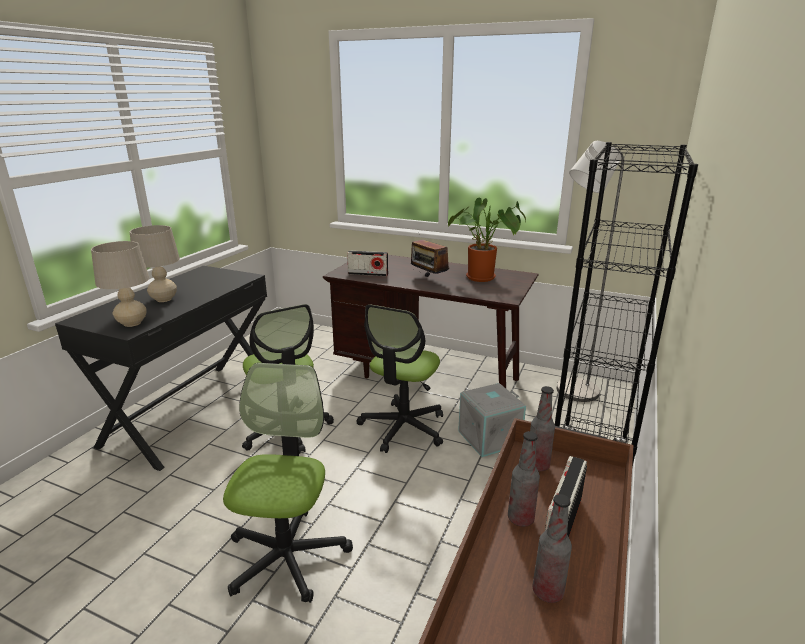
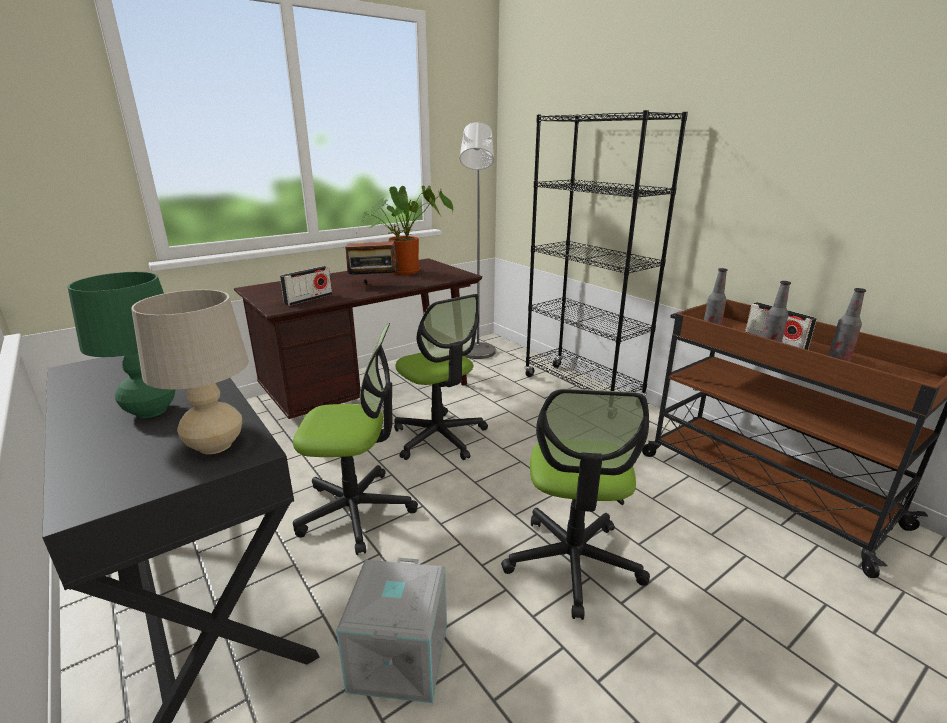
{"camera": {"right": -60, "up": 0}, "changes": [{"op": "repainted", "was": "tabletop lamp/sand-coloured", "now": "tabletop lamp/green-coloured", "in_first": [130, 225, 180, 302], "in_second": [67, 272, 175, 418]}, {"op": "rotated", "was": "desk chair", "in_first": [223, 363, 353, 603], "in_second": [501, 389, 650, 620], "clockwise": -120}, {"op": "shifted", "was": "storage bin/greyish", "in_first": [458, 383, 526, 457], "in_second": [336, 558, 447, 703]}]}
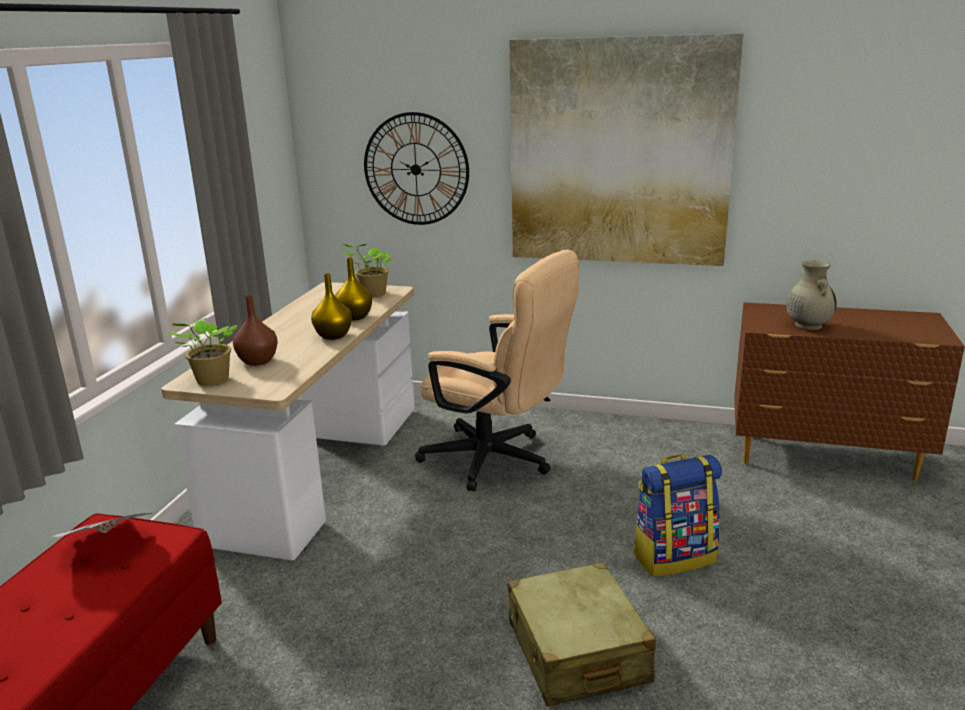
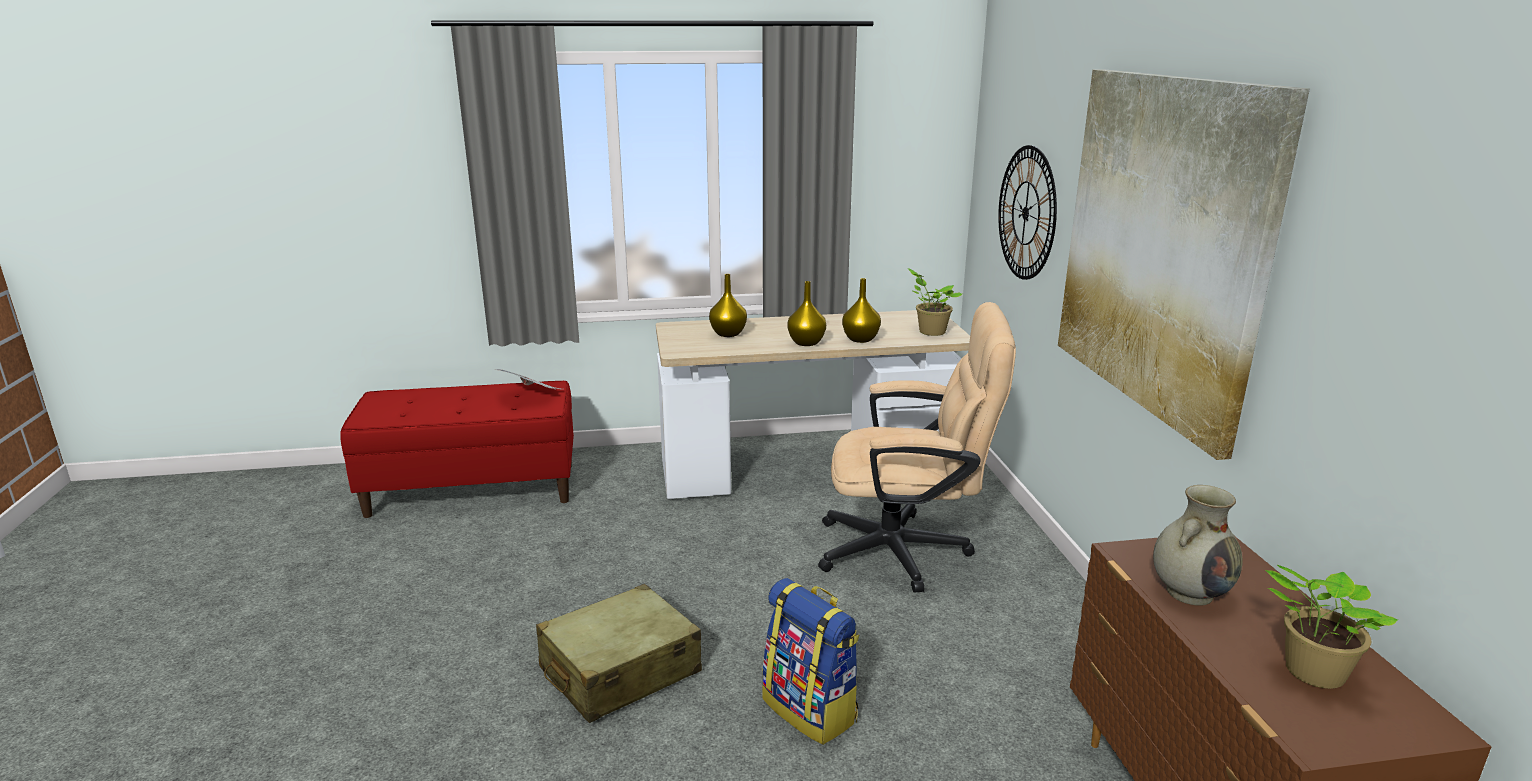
{"camera": {"right": 65, "up": 0}, "changes": [{"op": "rotated", "was": "desk chair/sand-coloured", "in_first": [415, 250, 579, 491], "in_second": [818, 302, 1016, 593], "clockwise": -90}, {"op": "repainted", "was": "vase/brown", "now": "vase/yellow-coloured", "in_first": [233, 294, 278, 366], "in_second": [709, 274, 747, 337]}, {"op": "shifted", "was": "houseplant", "in_first": [167, 318, 237, 386], "in_second": [1265, 565, 1398, 689]}]}
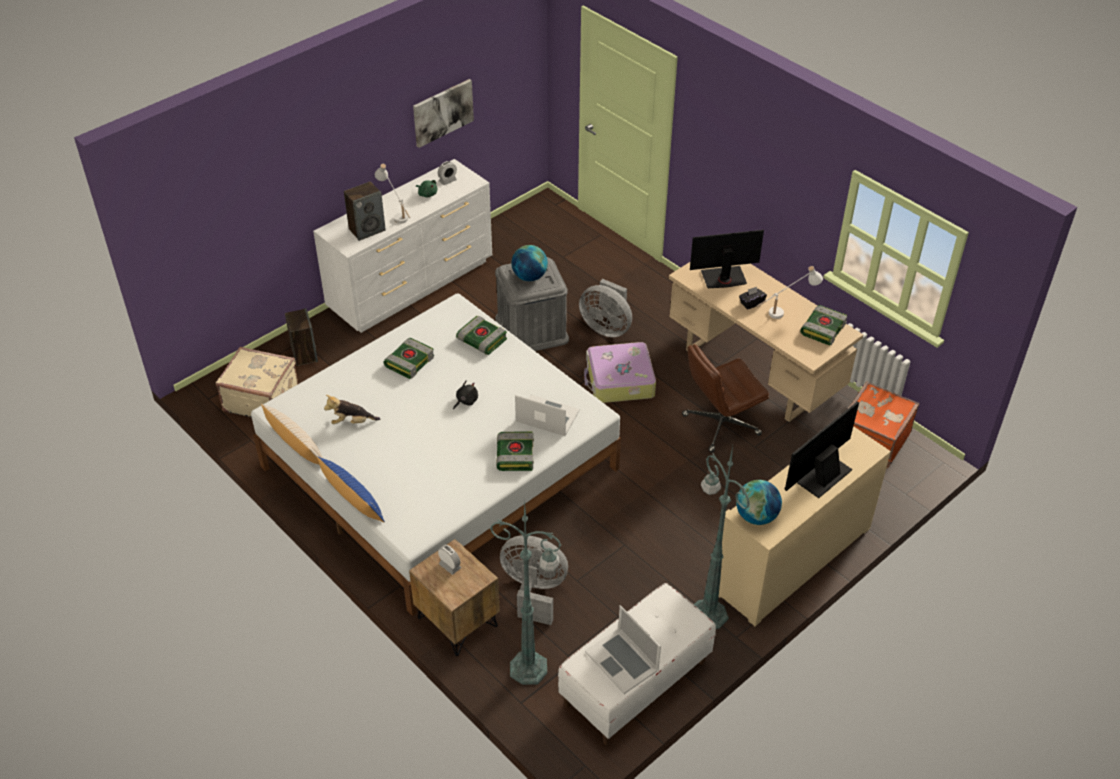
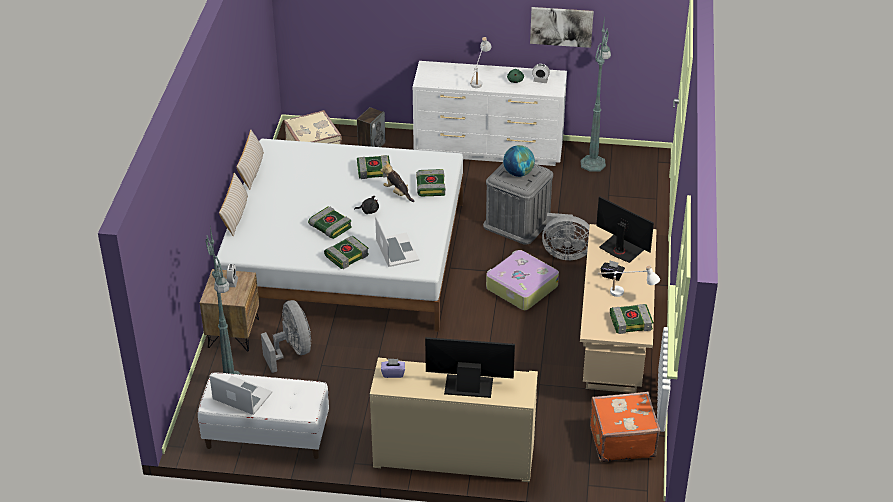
{"camera": {"right": 50, "up": -5}, "changes": [{"op": "gone", "was": "speaker", "in_first": [344, 181, 386, 241]}, {"op": "rotated", "was": "cooling fan/greyish", "in_first": [579, 279, 632, 337], "in_second": [542, 213, 590, 260], "clockwise": -75}, {"op": "gone", "was": "desk chair/brown", "in_first": [682, 344, 769, 453]}, {"op": "shifted", "was": "soft toy", "in_first": [324, 395, 380, 424], "in_second": [381, 161, 415, 202]}, {"op": "shifted", "was": "standing lamp/green-coloured", "in_first": [694, 446, 750, 629], "in_second": [581, 15, 611, 172]}, {"op": "repainted", "was": "pillow/blue-coloured", "now": "pillow/sand-coloured", "in_first": [317, 456, 385, 523], "in_second": [219, 173, 248, 236]}, {"op": "swapped", "was": "desk globe", "now": "tissue box/purple-coloured", "in_first": [736, 480, 782, 525], "in_second": [381, 359, 405, 378]}, {"op": "rotated", "was": "notebook computer", "in_first": [585, 605, 661, 694], "in_second": [209, 375, 272, 415], "clockwise": 105}, {"op": "new", "now": "book", "in_second": [308, 206, 352, 239]}]}
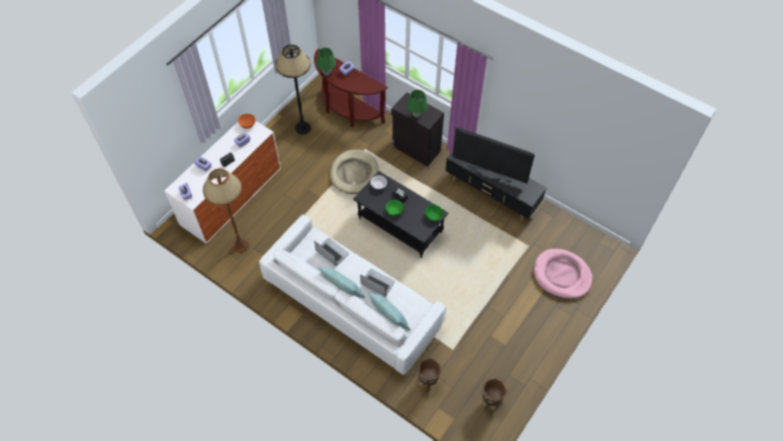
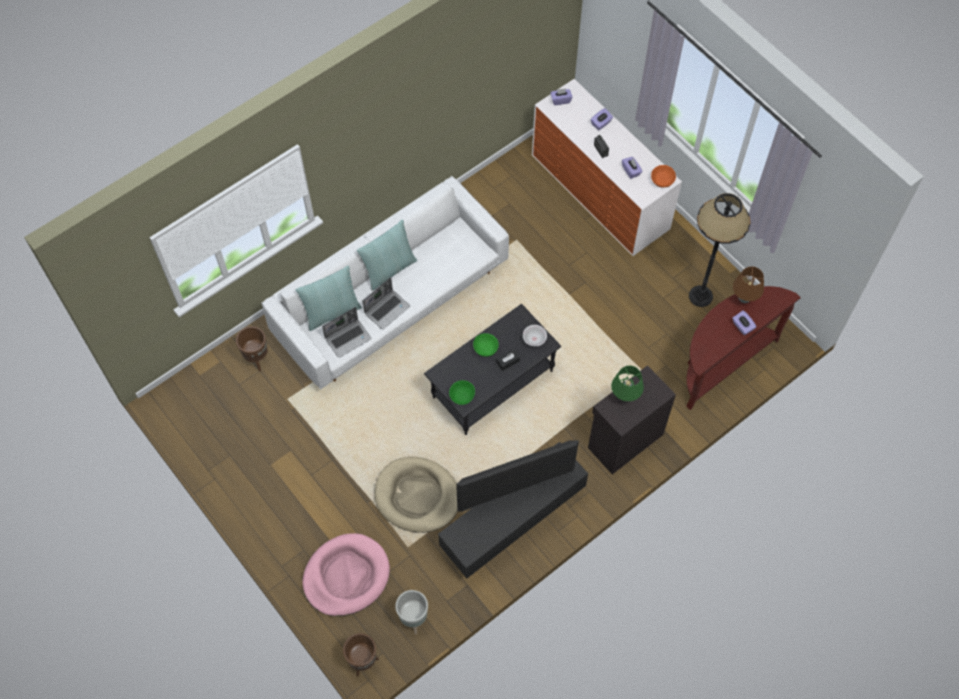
{"camera": {"right": 105, "up": 5}, "changes": [{"op": "repainted", "was": "tabletop lamp/green-coloured", "now": "tabletop lamp/brown", "in_first": [316, 48, 336, 76], "in_second": [733, 266, 764, 303]}, {"op": "rotated", "was": "TV set", "in_first": [452, 127, 535, 183], "in_second": [456, 440, 579, 512], "clockwise": -150}, {"op": "shifted", "was": "dog bed/sand-coloured", "in_first": [330, 150, 379, 194], "in_second": [375, 457, 458, 533]}, {"op": "gone", "was": "standing lamp/brown", "in_first": [203, 169, 249, 253]}, {"op": "shifted", "was": "notebook computer", "in_first": [314, 238, 349, 266], "in_second": [322, 307, 372, 358]}, {"op": "shifted", "was": "flower pot/brown", "in_first": [482, 378, 506, 410], "in_second": [343, 633, 379, 676]}, {"op": "new", "now": "flower pot/greyish", "in_second": [395, 590, 428, 634]}]}
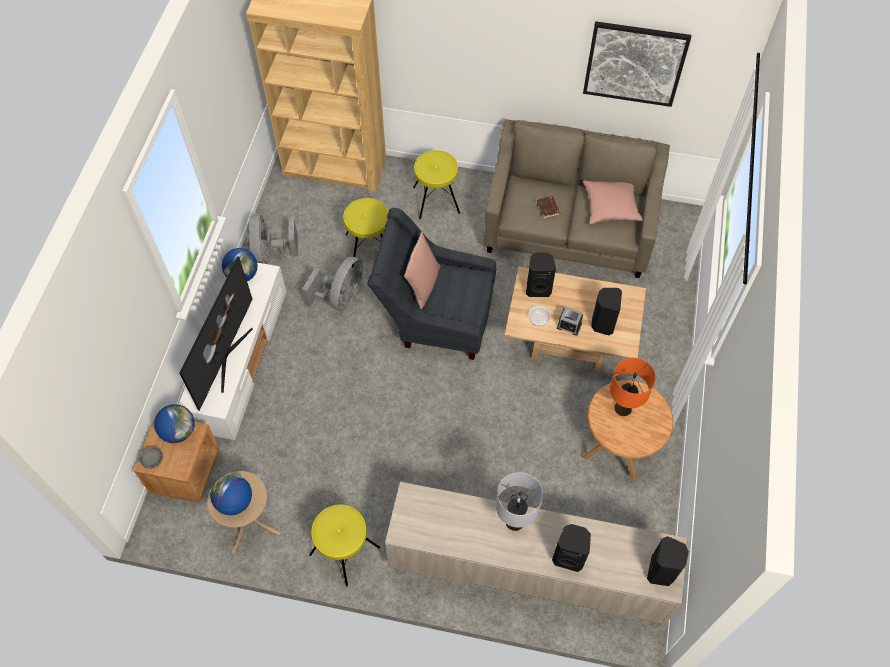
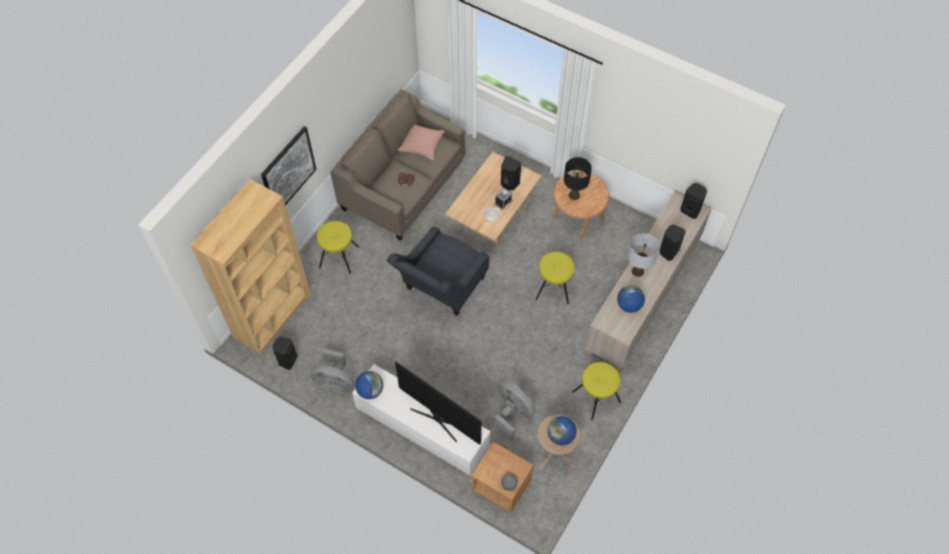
{"camera": {"right": -70, "up": 0}, "changes": [{"op": "shifted", "was": "wall picture", "in_first": [583, 21, 691, 107], "in_second": [261, 126, 316, 205]}, {"op": "shifted", "was": "sitting stool/yellow-coloured", "in_first": [343, 198, 388, 267], "in_second": [535, 252, 574, 304]}, {"op": "gone", "was": "pillow/pinkish", "in_first": [404, 232, 440, 309]}, {"op": "shifted", "was": "speaker/black-coloured", "in_first": [526, 252, 556, 297], "in_second": [272, 337, 298, 370]}, {"op": "shifted", "was": "cooling fan/greyish", "in_first": [302, 257, 363, 311], "in_second": [495, 381, 536, 441]}, {"op": "repainted", "was": "tabletop lamp/orange", "now": "tabletop lamp/black-coloured", "in_first": [610, 358, 656, 416], "in_second": [564, 157, 592, 200]}, {"op": "shifted", "was": "desk globe", "in_first": [154, 404, 195, 443], "in_second": [617, 285, 645, 313]}]}
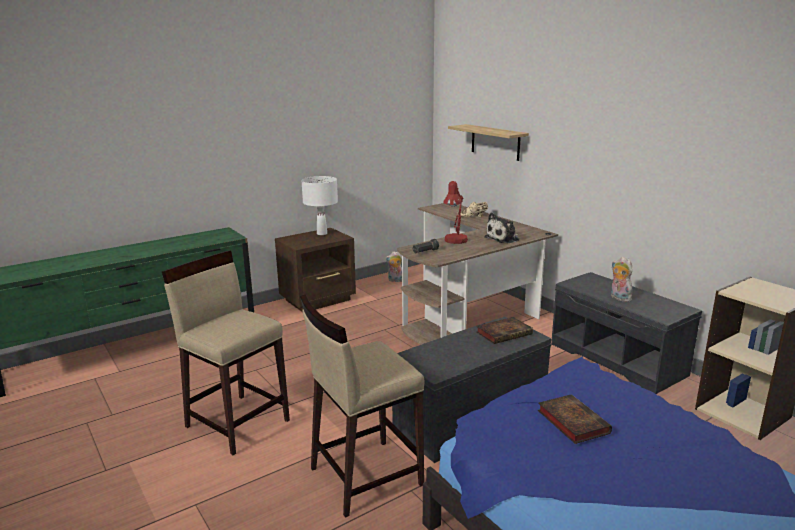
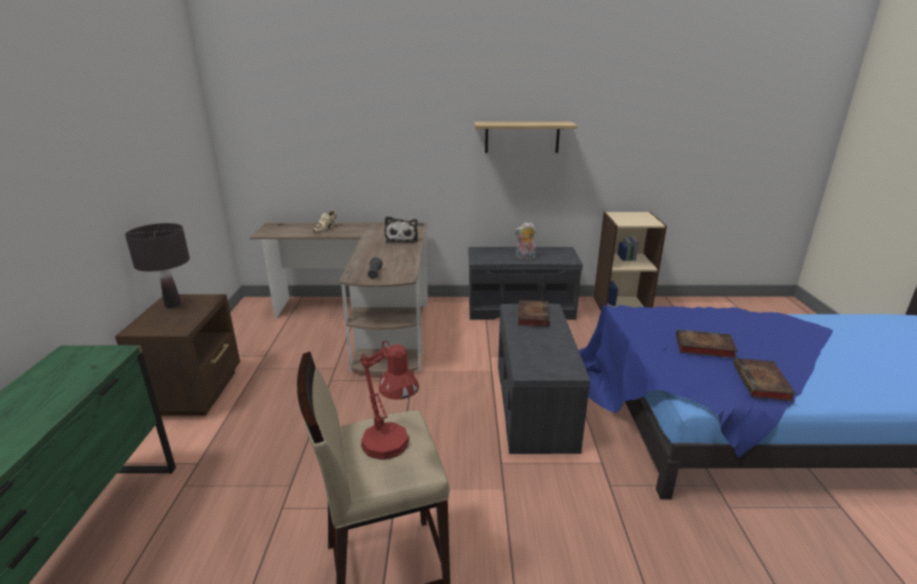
{"camera": {"right": -55, "up": 5}, "changes": [{"op": "shifted", "was": "shelf", "in_first": [448, 124, 529, 161], "in_second": [474, 122, 577, 153]}, {"op": "repainted", "was": "tabletop lamp/white", "now": "tabletop lamp/black-coloured", "in_first": [301, 176, 338, 235], "in_second": [125, 223, 190, 308]}, {"op": "shifted", "was": "tabletop lamp/reddish", "in_first": [443, 181, 468, 244], "in_second": [360, 341, 419, 460]}, {"op": "gone", "was": "soft toy", "in_first": [385, 251, 402, 282]}, {"op": "gone", "was": "sitting stool/sand-coloured", "in_first": [300, 295, 425, 518]}, {"op": "new", "now": "book", "in_second": [734, 358, 796, 401]}]}
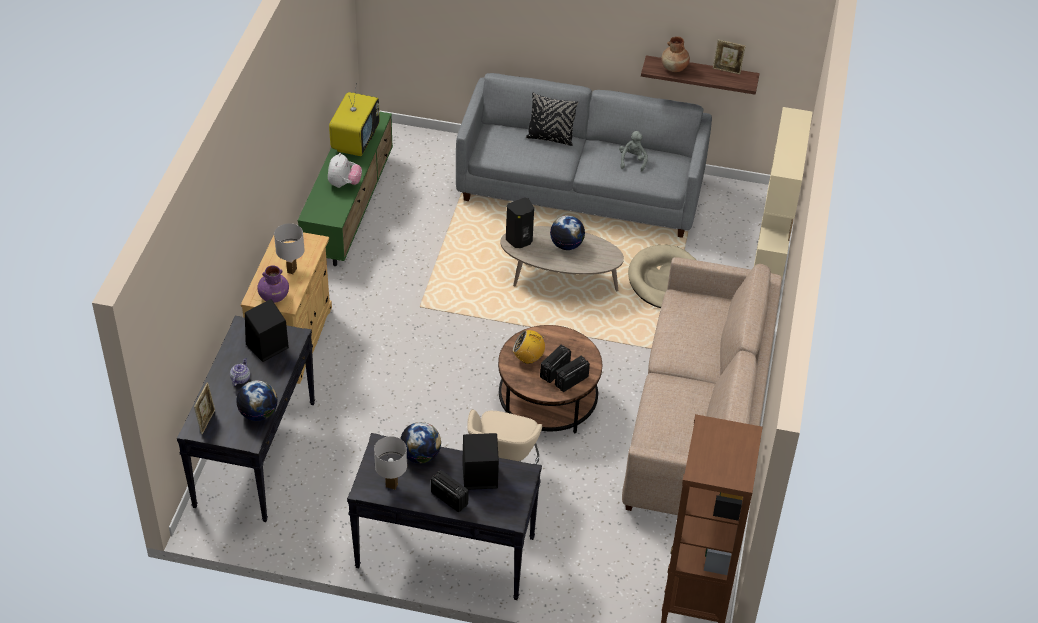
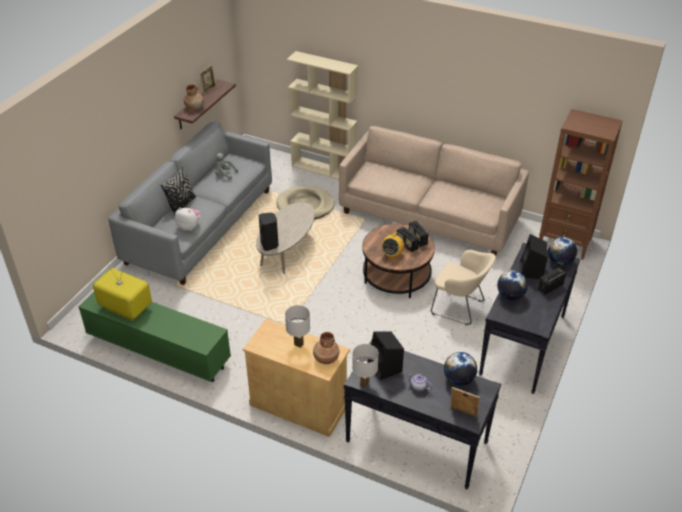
{"camera": {"right": -75, "up": -5}, "changes": [{"op": "shifted", "was": "soft toy", "in_first": [328, 153, 362, 188], "in_second": [175, 207, 201, 231]}, {"op": "shifted", "was": "desk globe", "in_first": [550, 215, 585, 250], "in_second": [548, 237, 577, 265]}, {"op": "repainted", "was": "vase/purple-coloured", "now": "vase/brown", "in_first": [257, 265, 289, 303], "in_second": [313, 332, 339, 364]}, {"op": "shifted", "was": "tabletop lamp/white", "in_first": [374, 436, 407, 490], "in_second": [352, 344, 379, 388]}]}
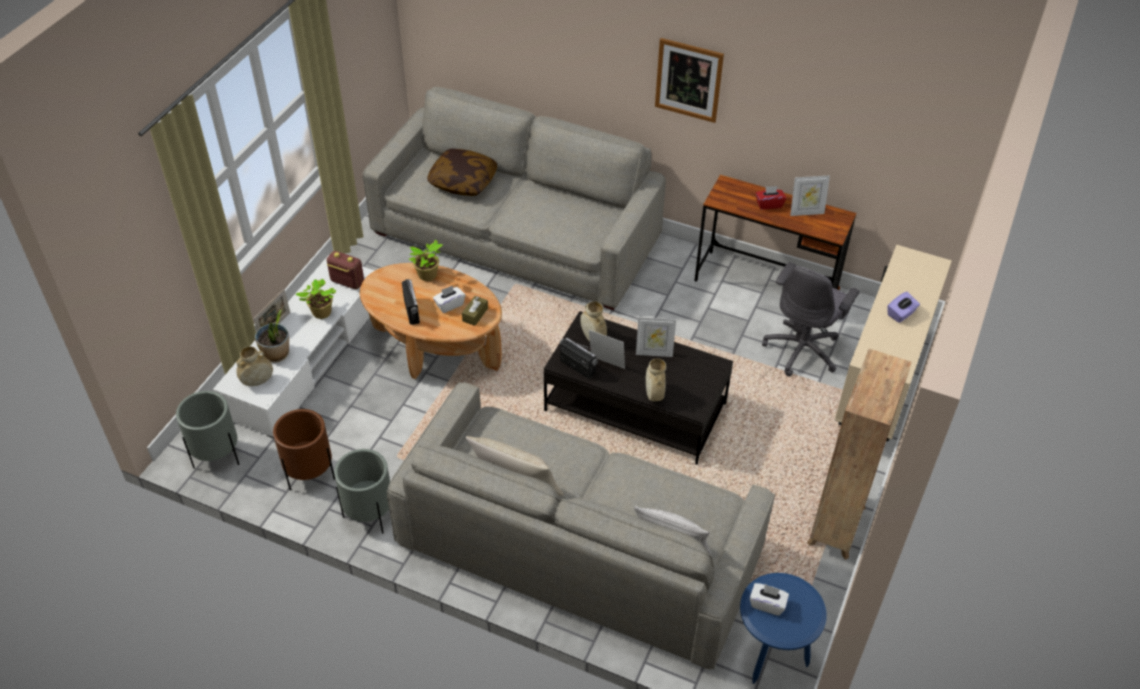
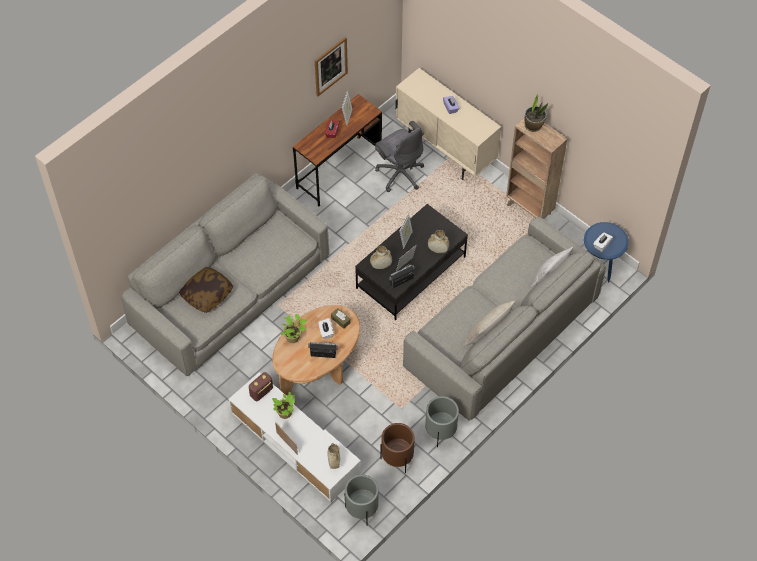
{"camera": {"right": -70, "up": 10}, "changes": [{"op": "shifted", "was": "wall picture", "in_first": [655, 38, 724, 123], "in_second": [315, 37, 348, 96]}, {"op": "shifted", "was": "houseplant", "in_first": [255, 310, 289, 363], "in_second": [524, 93, 548, 132]}]}
